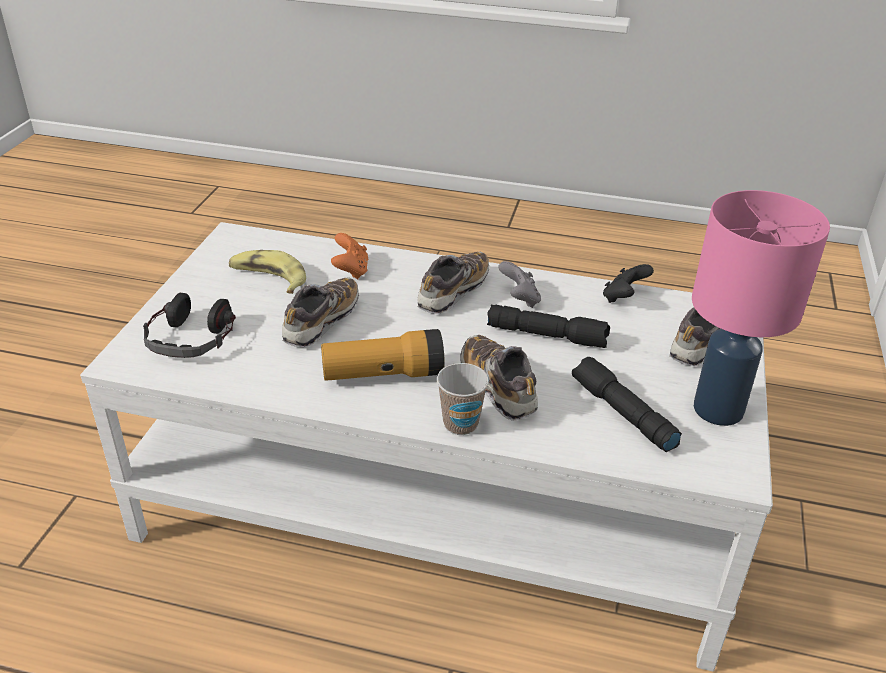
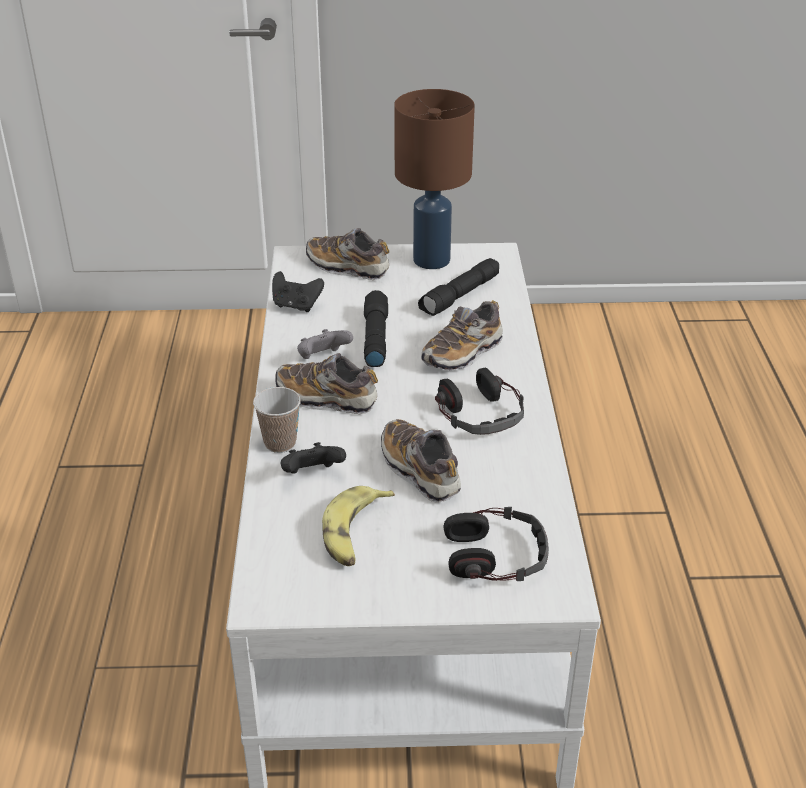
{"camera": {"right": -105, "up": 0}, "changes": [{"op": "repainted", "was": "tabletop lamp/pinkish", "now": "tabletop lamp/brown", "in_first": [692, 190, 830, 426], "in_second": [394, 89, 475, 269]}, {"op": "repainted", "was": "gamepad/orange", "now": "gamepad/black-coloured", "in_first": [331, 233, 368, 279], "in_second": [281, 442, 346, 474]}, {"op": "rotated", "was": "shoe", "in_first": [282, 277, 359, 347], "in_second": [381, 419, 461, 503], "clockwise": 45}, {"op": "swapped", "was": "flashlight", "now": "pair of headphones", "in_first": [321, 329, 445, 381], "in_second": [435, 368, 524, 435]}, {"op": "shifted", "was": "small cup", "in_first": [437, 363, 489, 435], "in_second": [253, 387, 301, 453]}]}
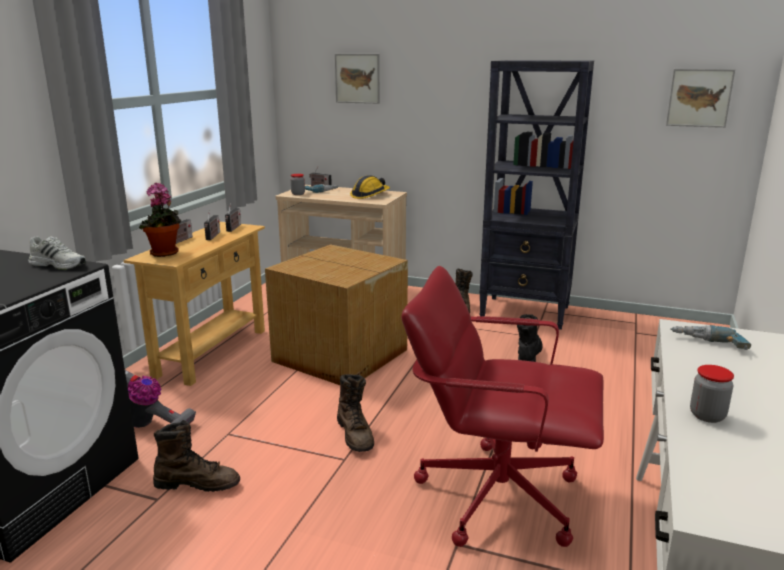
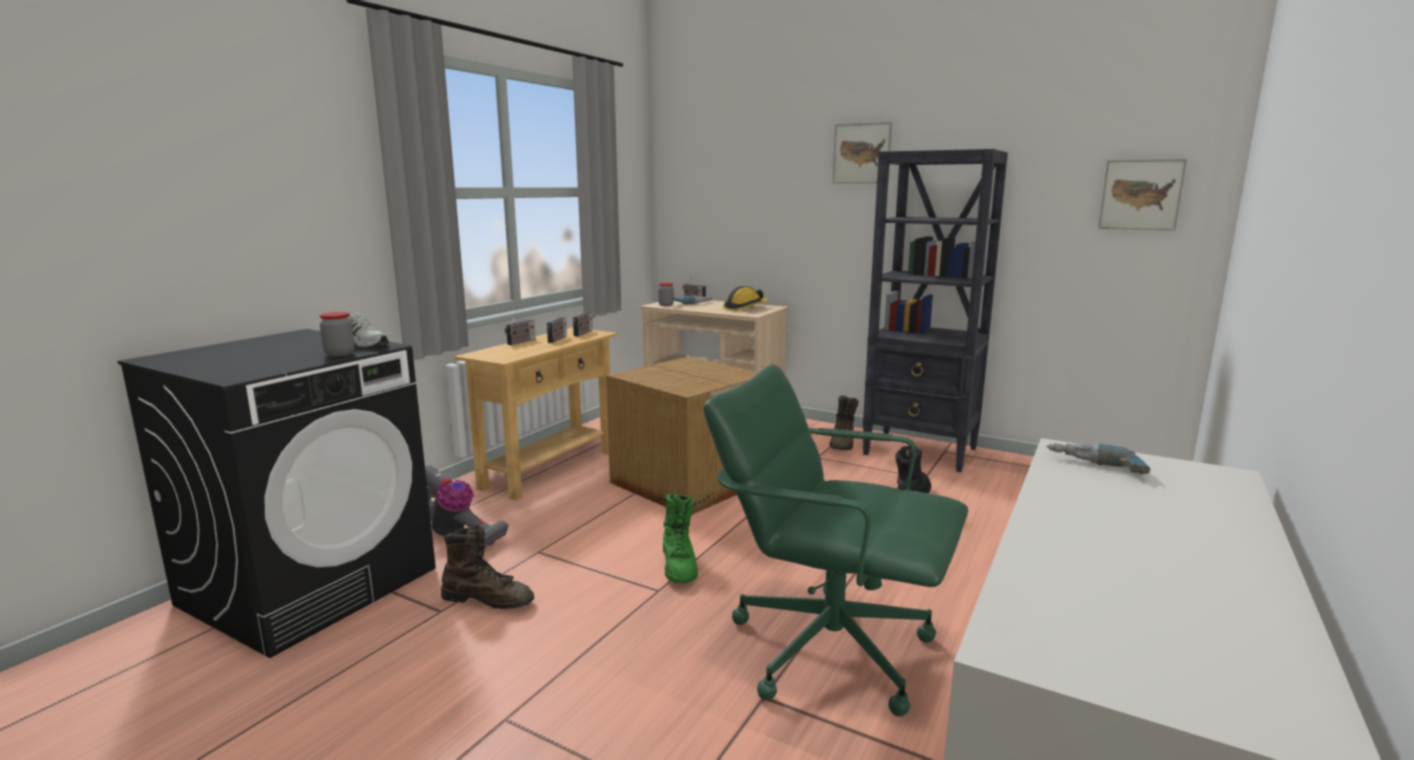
{"camera": {"right": 10, "up": -5}, "changes": [{"op": "shifted", "was": "wall picture", "in_first": [335, 54, 380, 104], "in_second": [832, 122, 892, 184]}, {"op": "gone", "was": "houseplant", "in_first": [139, 183, 181, 257]}, {"op": "repainted", "was": "desk chair/reddish", "now": "desk chair/green-coloured", "in_first": [401, 266, 604, 547], "in_second": [703, 364, 968, 717]}, {"op": "shifted", "was": "storage jar", "in_first": [690, 365, 734, 423], "in_second": [320, 312, 355, 357]}, {"op": "repainted", "was": "tall boot/brown", "now": "tall boot/green-coloured", "in_first": [337, 374, 374, 452], "in_second": [663, 494, 698, 583]}]}
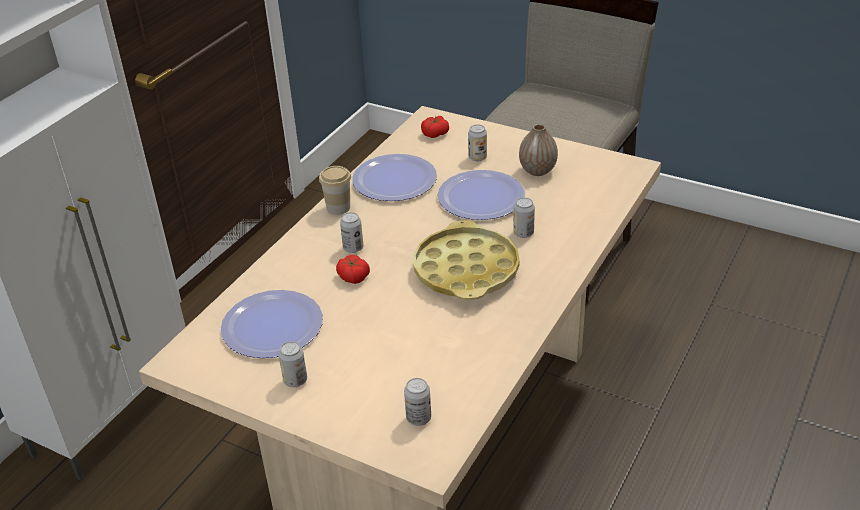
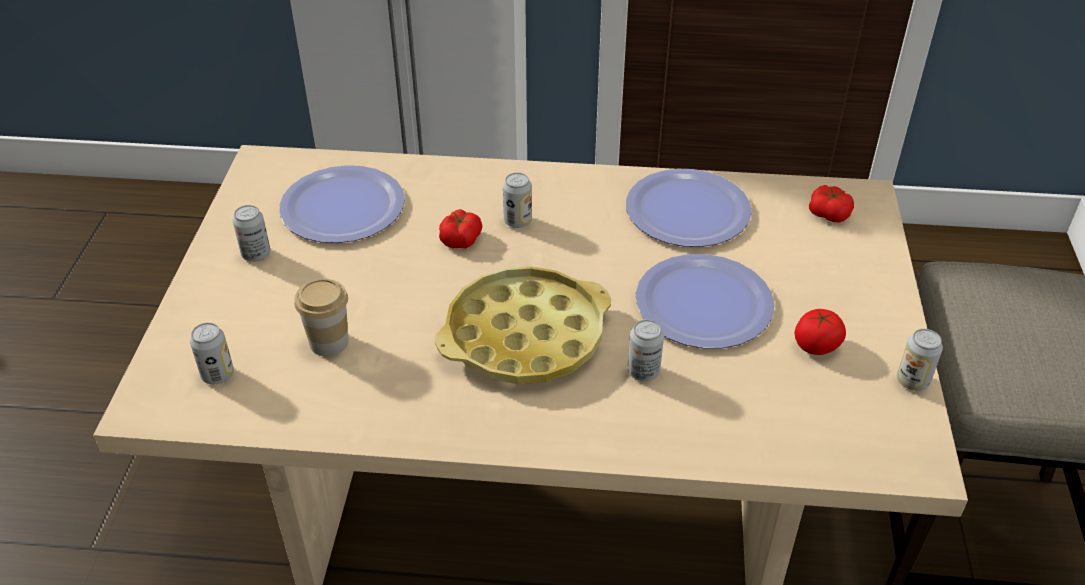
{"camera": {"right": 65, "up": 5}, "changes": [{"op": "shifted", "was": "sealed can", "in_first": [468, 124, 487, 162], "in_second": [897, 329, 943, 391]}, {"op": "swapped", "was": "vase", "now": "tomato", "in_first": [519, 124, 558, 176], "in_second": [794, 309, 846, 355]}, {"op": "shifted", "was": "small cup", "in_first": [319, 166, 351, 215], "in_second": [294, 278, 349, 356]}]}
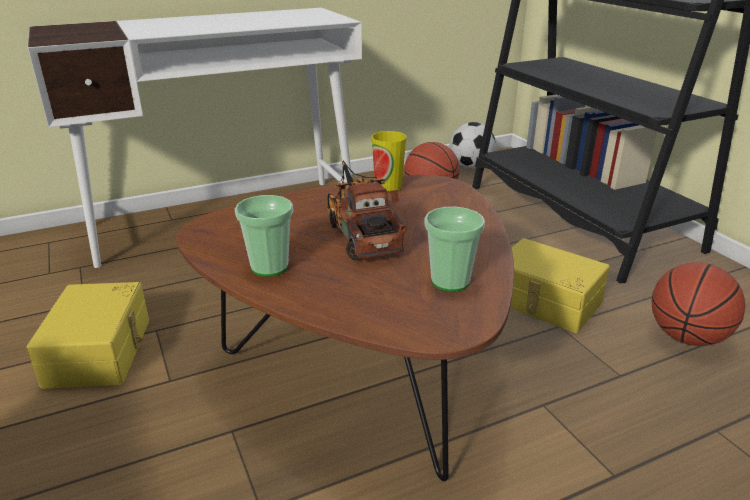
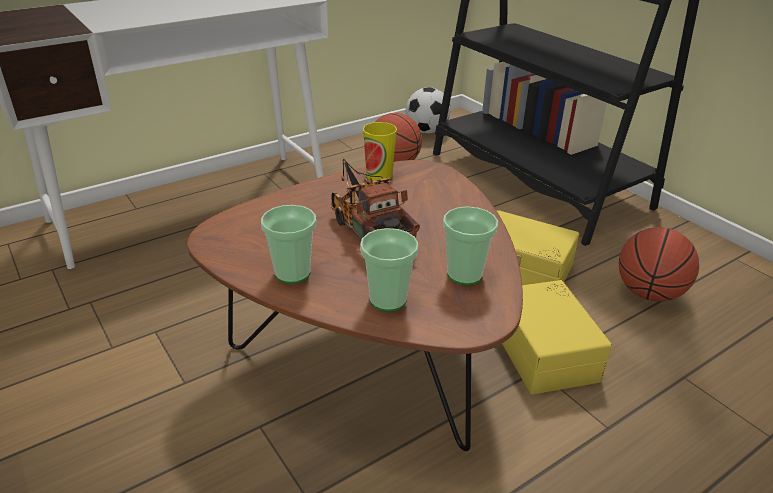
{"camera": {"right": -10, "up": 5}, "changes": [{"op": "shifted", "was": "storage bin/yellow-coloured", "in_first": [27, 282, 149, 389], "in_second": [502, 280, 612, 394]}, {"op": "new", "now": "small cup", "in_second": [360, 228, 419, 311]}]}
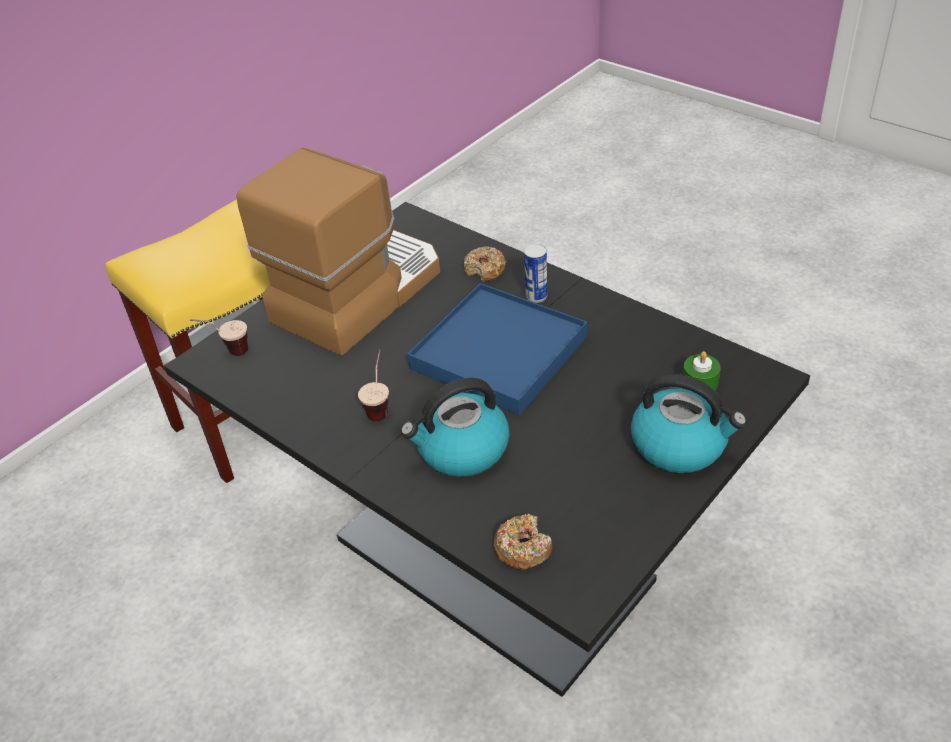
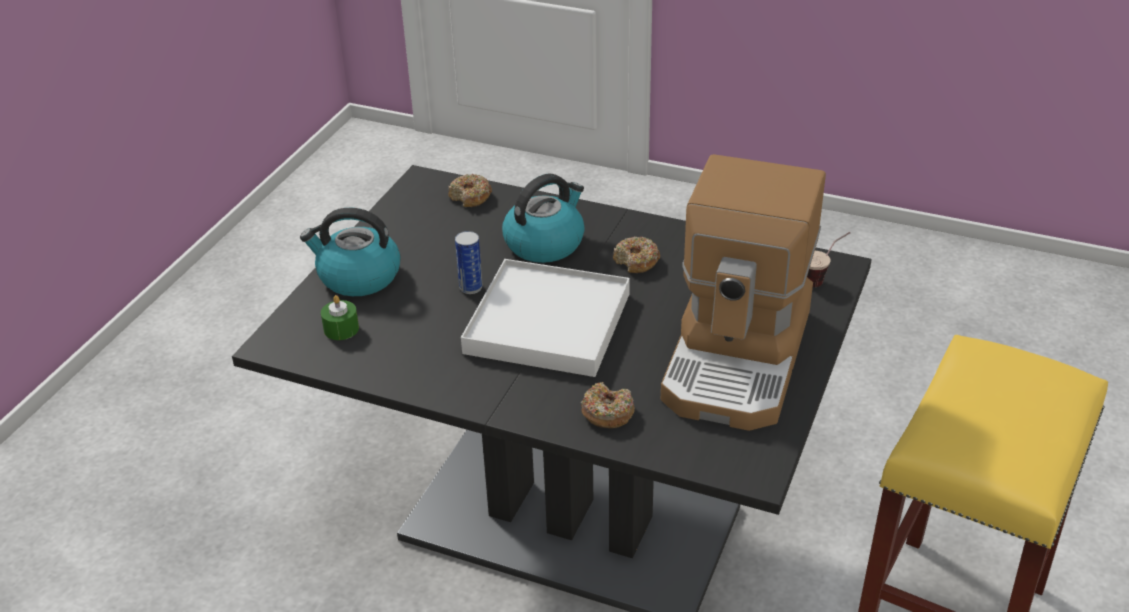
{"camera": {"right": 160, "up": -5}, "changes": [{"op": "shifted", "was": "sealed can", "in_first": [524, 244, 547, 303], "in_second": [455, 231, 483, 294]}, {"op": "repainted", "was": "serving tray/blue-coloured", "now": "serving tray/white", "in_first": [407, 283, 587, 415], "in_second": [461, 259, 630, 377]}, {"op": "swapped", "was": "small cup", "now": "ring doughnut", "in_first": [358, 350, 389, 421], "in_second": [613, 236, 660, 273]}]}
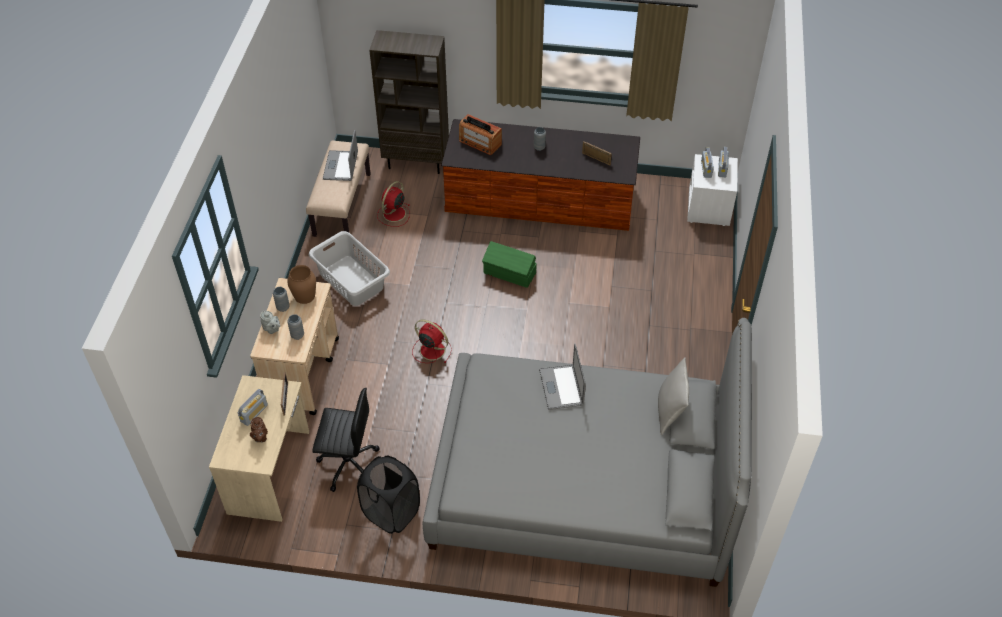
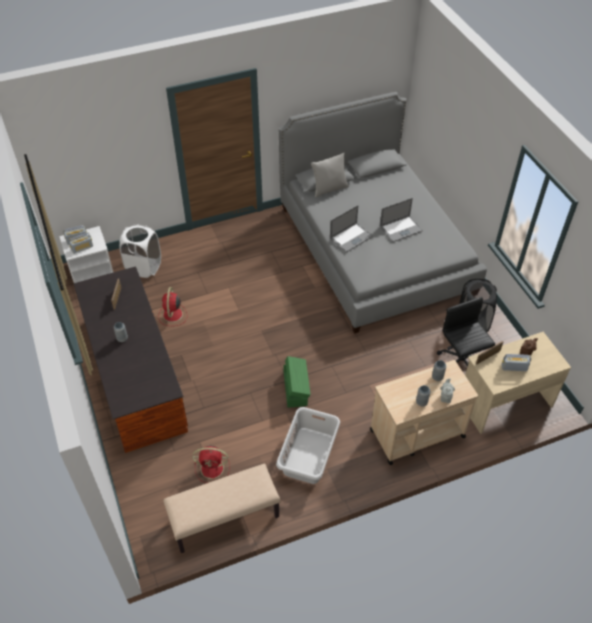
{"camera": {"right": -120, "up": 0}, "changes": [{"op": "gone", "was": "shelving unit/brown", "in_first": [369, 30, 449, 174]}, {"op": "gone", "was": "radio receiver", "in_first": [459, 114, 502, 155]}, {"op": "shifted", "was": "notebook computer", "in_first": [323, 130, 358, 181], "in_second": [380, 198, 423, 242]}, {"op": "shifted", "was": "storage bin/green-coloured", "in_first": [482, 241, 537, 288], "in_second": [283, 356, 311, 408]}, {"op": "gone", "was": "vase/brown", "in_first": [287, 265, 316, 304]}, {"op": "shifted", "was": "cooling fan/reddish", "in_first": [412, 320, 452, 363], "in_second": [158, 287, 187, 326]}, {"op": "new", "now": "washing basket/white", "in_second": [119, 224, 161, 278]}]}
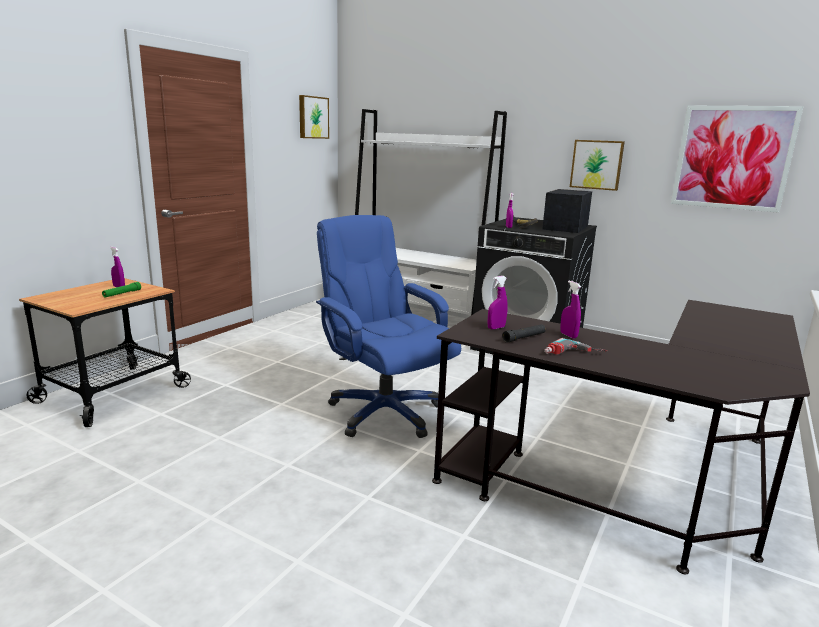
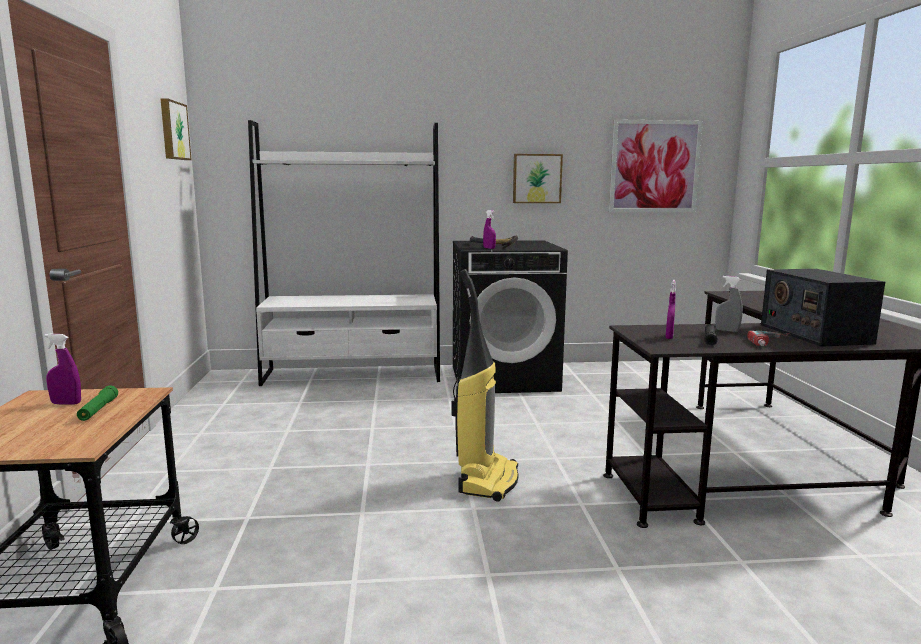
{"camera": {"right": -35, "up": -5}, "changes": [{"op": "shifted", "was": "radio receiver", "in_first": [542, 189, 592, 233], "in_second": [761, 269, 885, 347]}, {"op": "swapped", "was": "desk chair/blue-coloured", "now": "vacuum", "in_first": [316, 215, 461, 438], "in_second": [452, 269, 519, 502]}, {"op": "repainted", "was": "spray bottle/purple-coloured", "now": "spray bottle/greyish", "in_first": [560, 280, 581, 339], "in_second": [715, 276, 743, 332]}]}
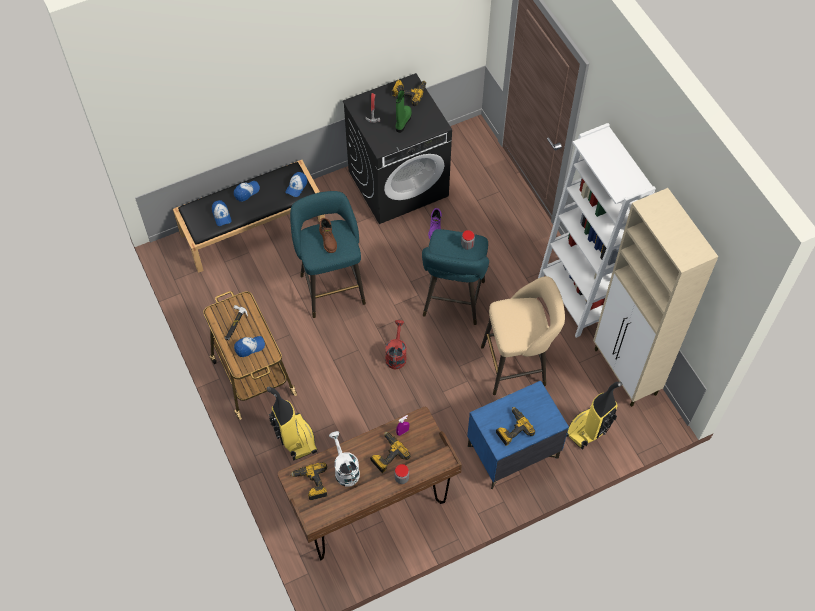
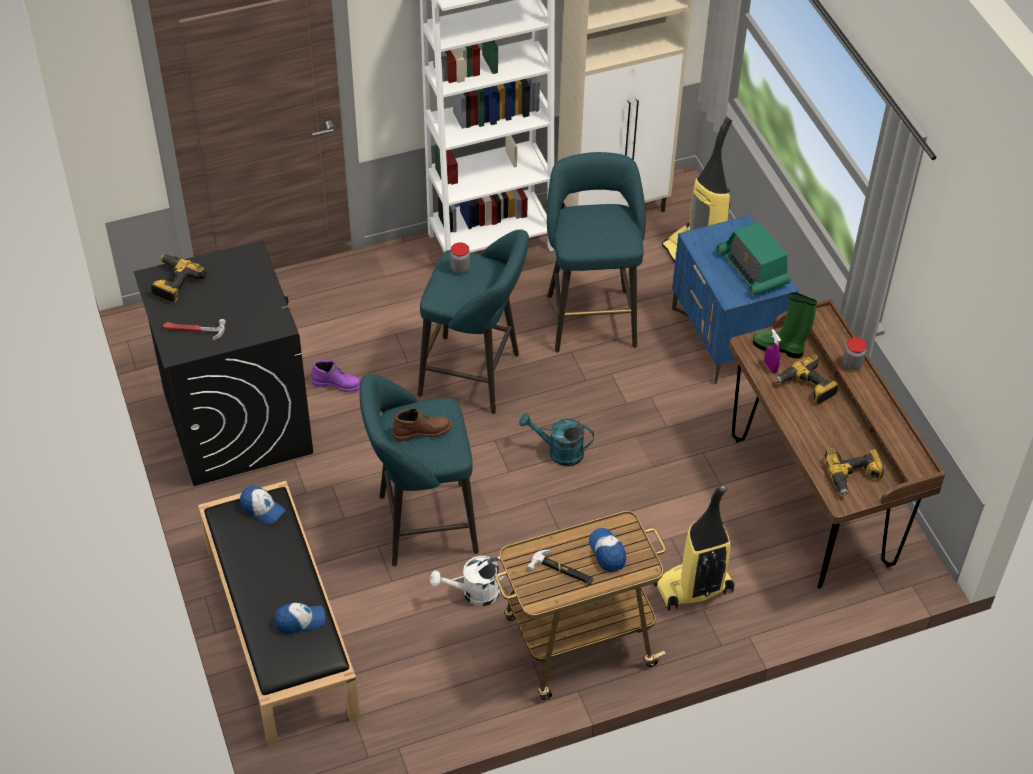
{"camera": {"right": -85, "up": -10}, "changes": [{"op": "shifted", "was": "tall boot/green-coloured", "in_first": [396, 90, 412, 133], "in_second": [753, 293, 817, 359]}, {"op": "gone", "was": "peaked cap", "in_first": [234, 181, 260, 202]}, {"op": "repainted", "was": "sitting stool/sand-coloured", "now": "sitting stool/turquoise-coloured", "in_first": [481, 276, 565, 395], "in_second": [547, 152, 646, 353]}, {"op": "repainted", "was": "watering can/reddish", "now": "watering can/turquoise-coloured", "in_first": [385, 320, 407, 369], "in_second": [519, 413, 594, 466]}, {"op": "swapped", "was": "drill", "now": "radio receiver", "in_first": [496, 407, 535, 446], "in_second": [716, 222, 790, 296]}, {"op": "shifted", "was": "watering can/white", "in_first": [329, 431, 360, 486], "in_second": [430, 556, 505, 606]}]}
